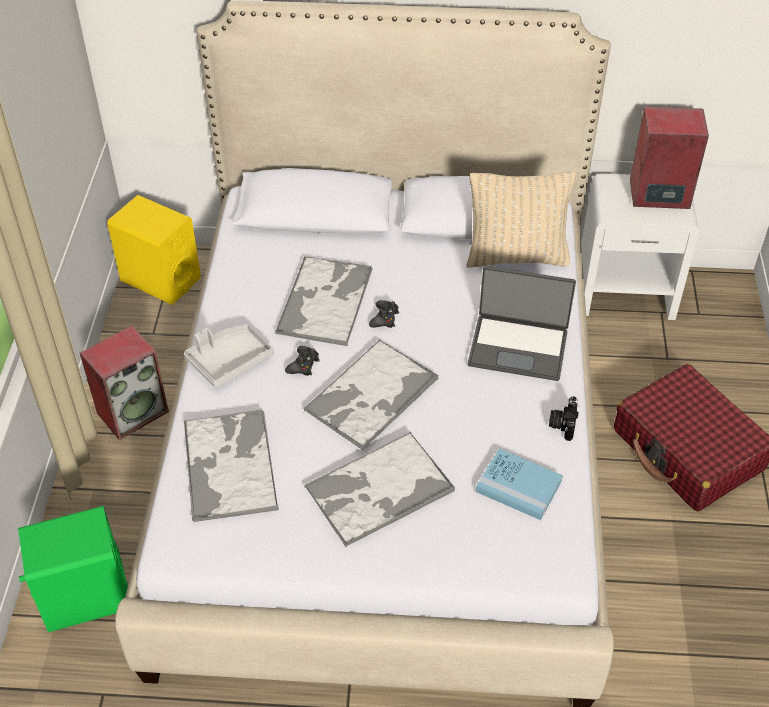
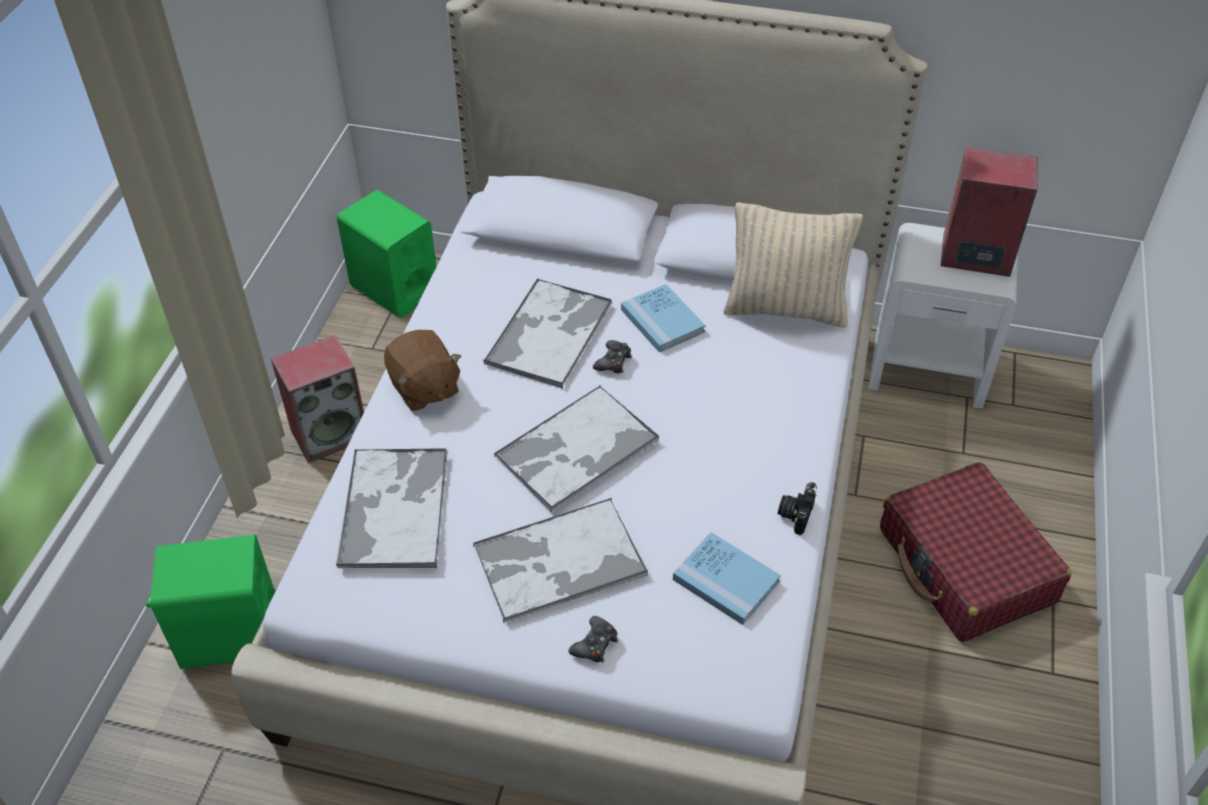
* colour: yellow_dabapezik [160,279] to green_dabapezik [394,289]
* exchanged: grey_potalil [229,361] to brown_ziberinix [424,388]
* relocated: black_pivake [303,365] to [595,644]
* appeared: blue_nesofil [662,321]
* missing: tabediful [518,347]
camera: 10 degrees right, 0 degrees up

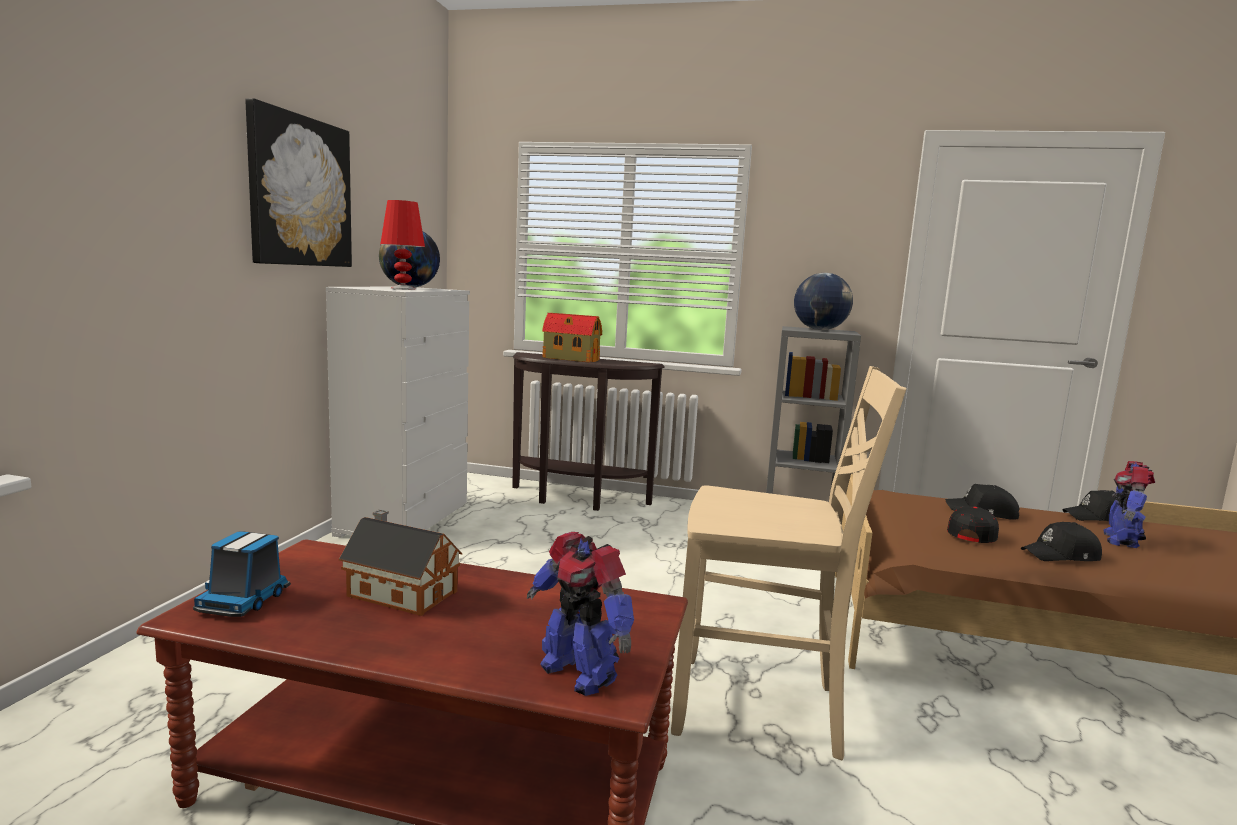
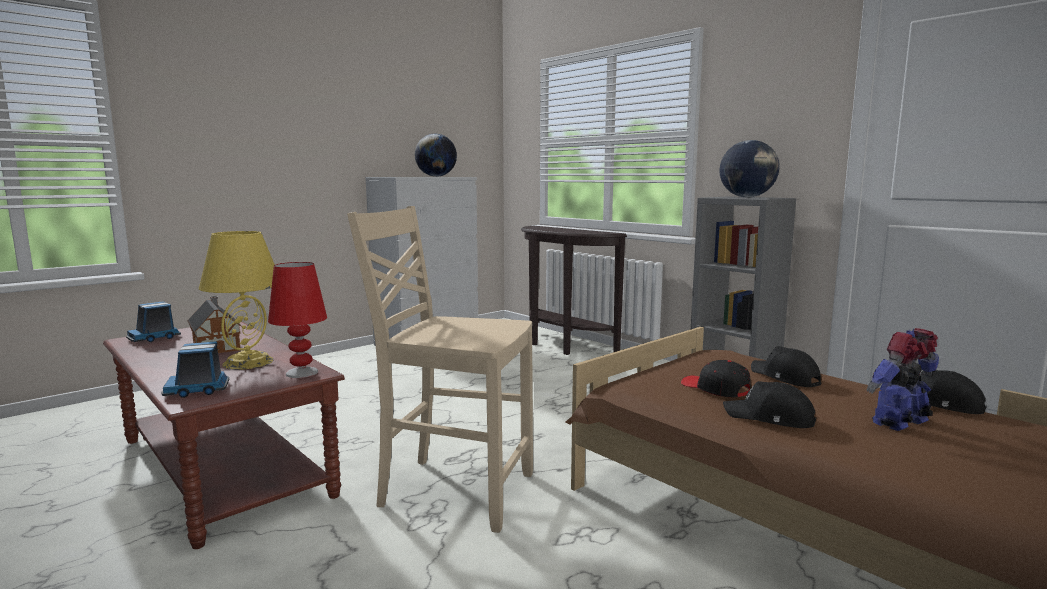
* exchanged: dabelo [578,672] to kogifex [198,390]
* appeared: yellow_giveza [248,362]
* relocated: red_giveza [402,289] to [301,373]
* spun: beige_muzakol [760,709] = [454,490] 150 degrees clockwise
* spun: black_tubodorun [972,534] = [715,389] 105 degrees counterclockwise
* missing: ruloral [300,192]
* missing: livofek [570,358]
camera: 35 degrees right, 0 degrees up

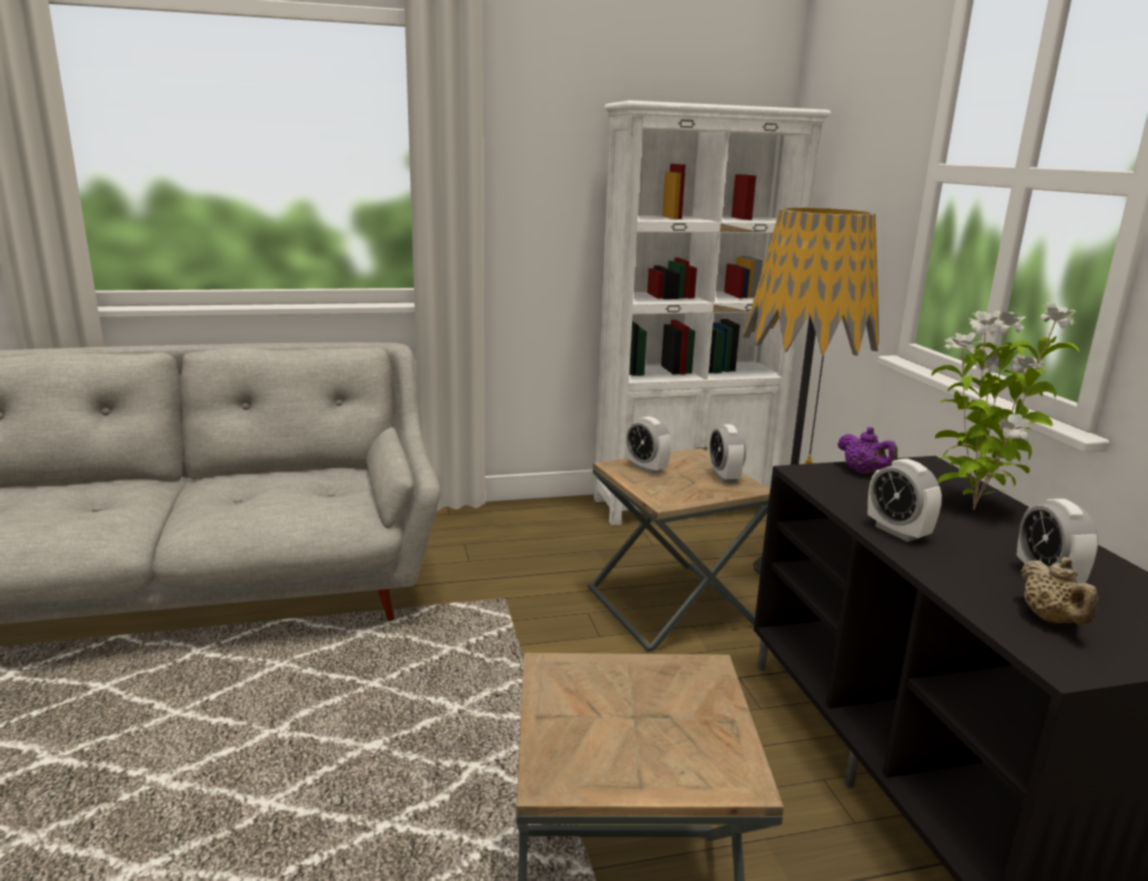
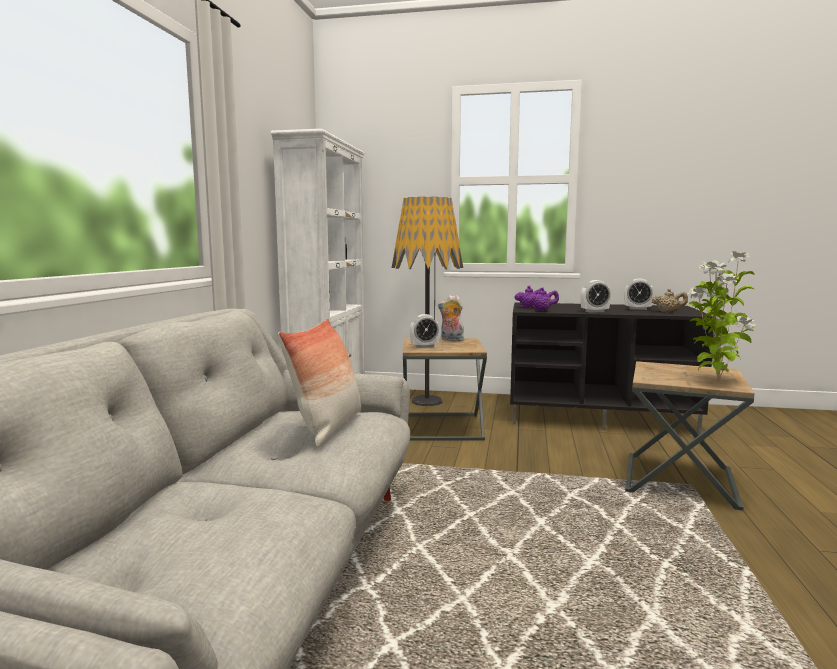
* appeared: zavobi [328,427]
* exchanged: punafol [724,477] to ziberinix [451,340]
* appeared: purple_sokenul [542,310]
* relocated: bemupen [973,508] to [715,381]
camera: 65 degrees left, 10 degrees down

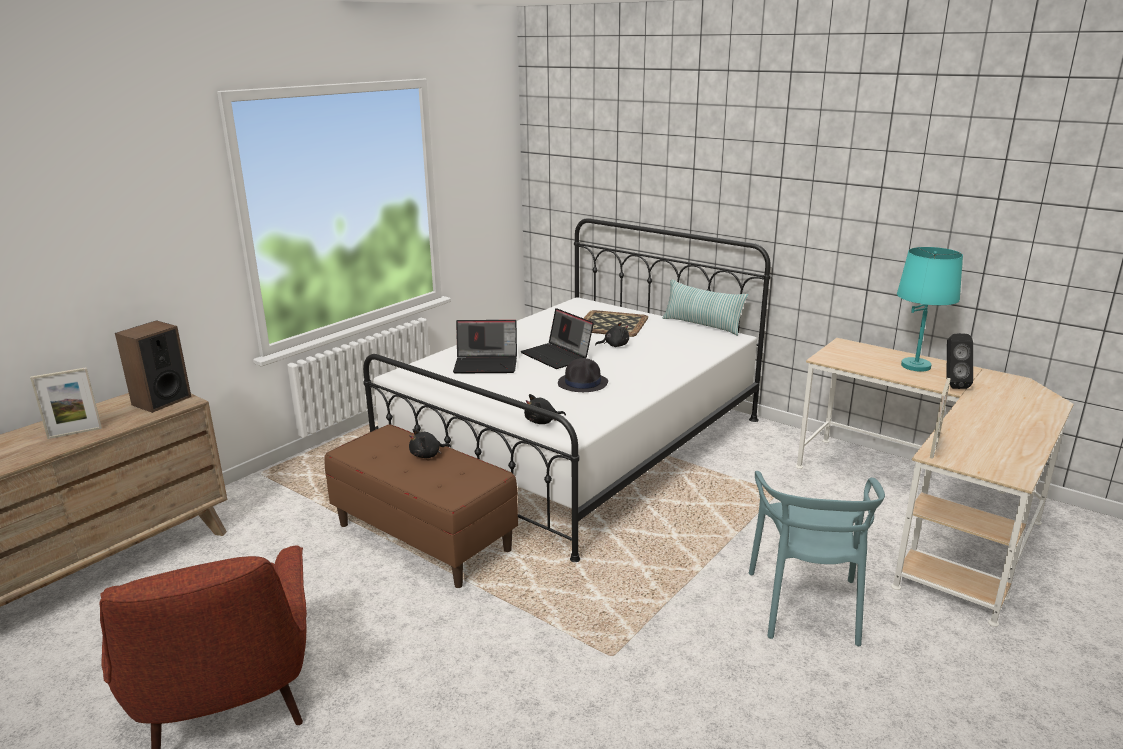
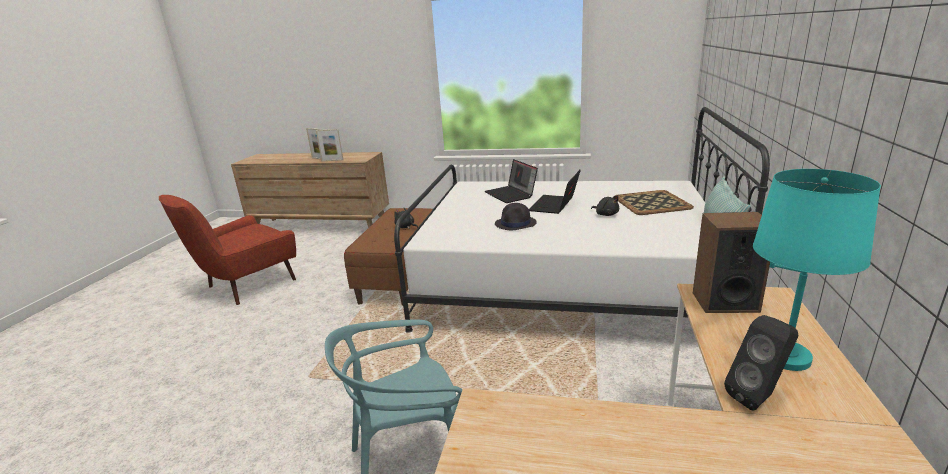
* relocated: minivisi [934,448] to [332,160]
* relocated: dabapezik [161,401] to [724,302]
* missing: black_ziberinix [542,421]
camera: 65 degrees right, 0 degrees up

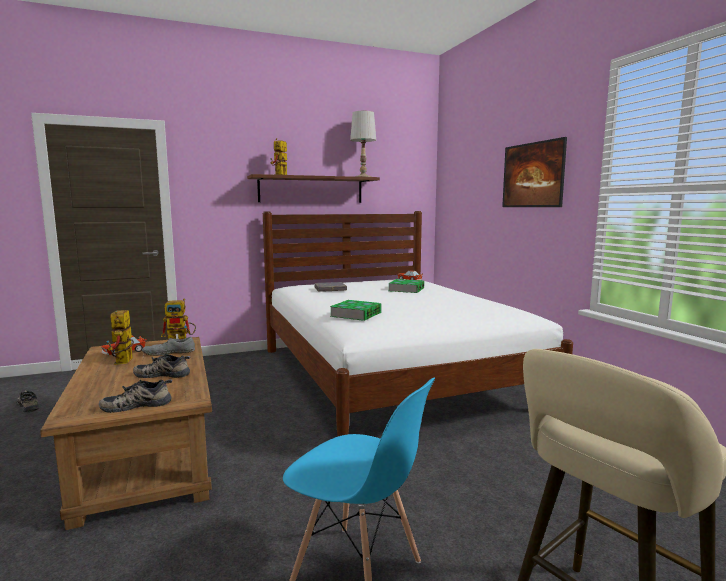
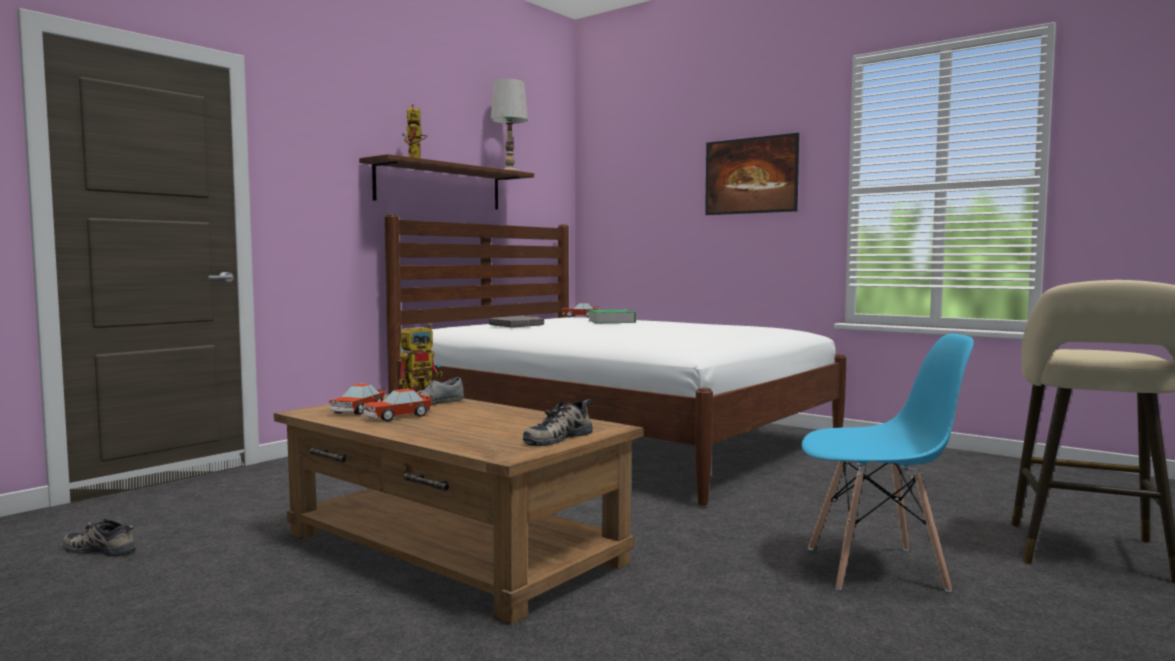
* exchanged: dabelo [124,362] to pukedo [397,417]
* missing: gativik [163,374]
* missing: nesofil [356,314]
camera: 30 degrees left, 5 degrees down

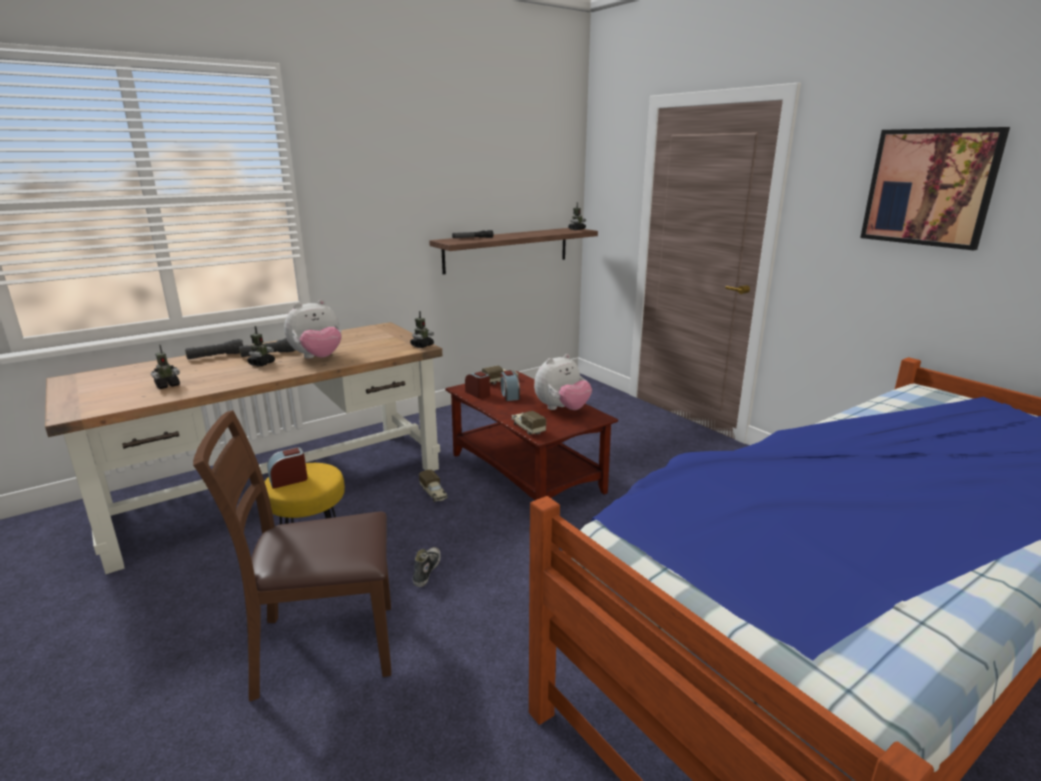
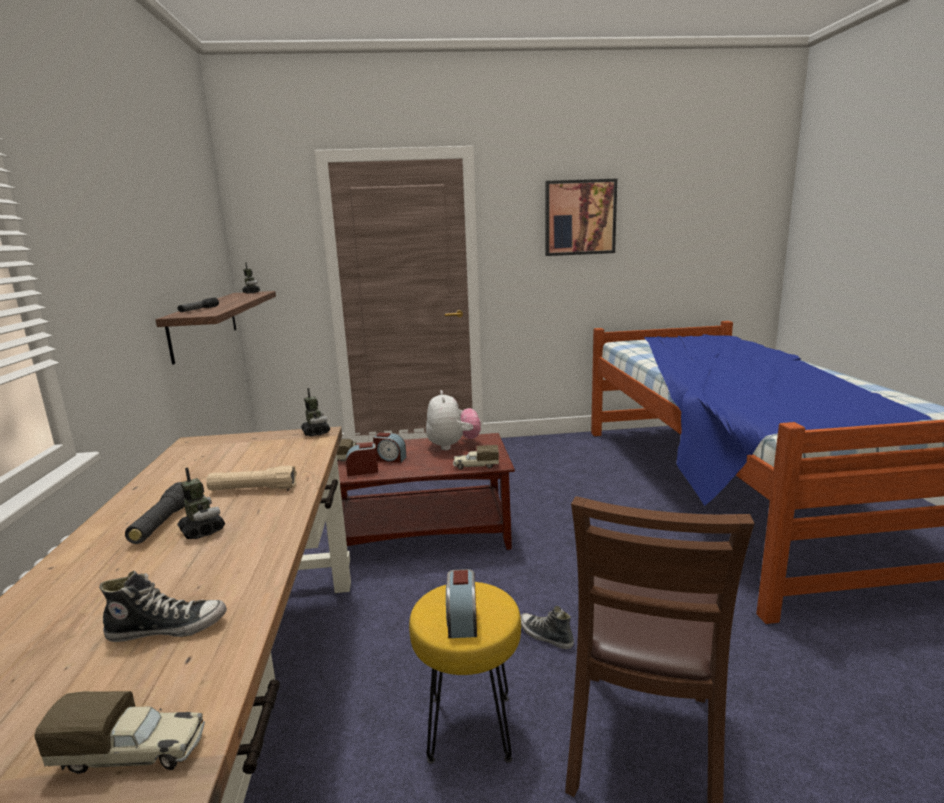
* relocated: kogifex [434,494] to [133,753]
* exchanged: dabelo [167,385] to gativik [168,628]
* exchanged: ziberinix [318,358] to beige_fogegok [253,489]
* missing: black_fogegok [216,356]
camera: 60 degrees left, 5 degrees down

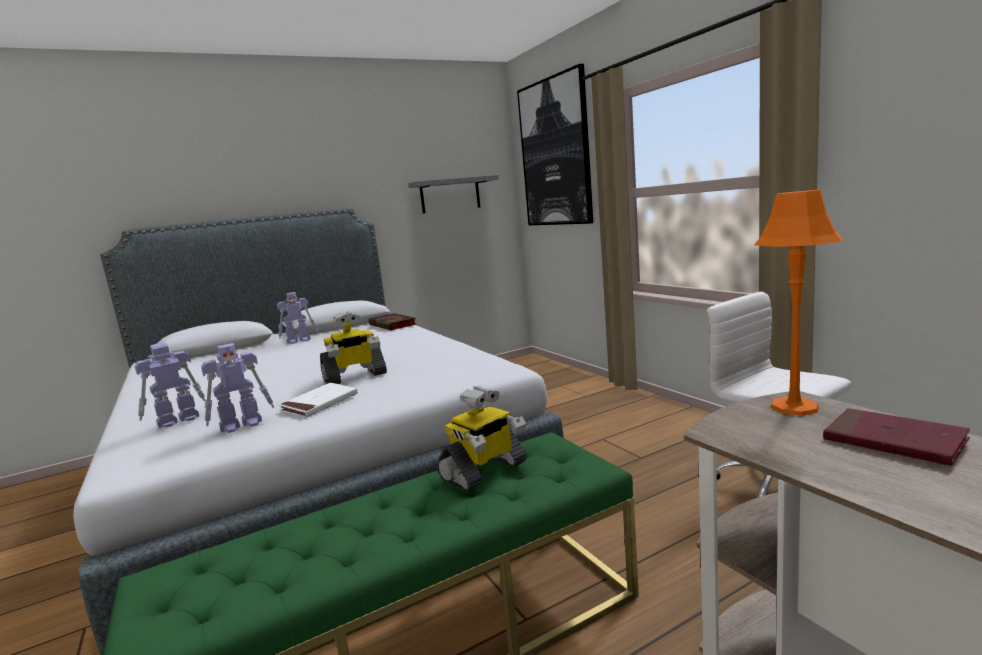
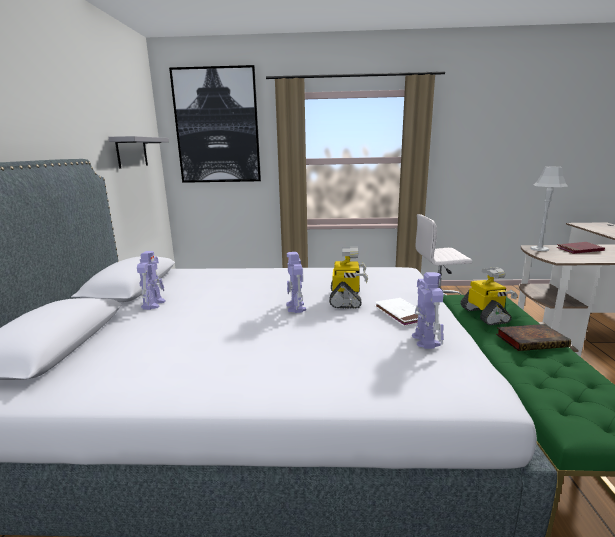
* relocated: dabelo [177,420] to [296,307]
* relocated: nesofil [393,325] to [532,340]
* colour: orange_giveza [793,407] to grey_giveza [539,249]
camera: 60 degrees left, 5 degrees up

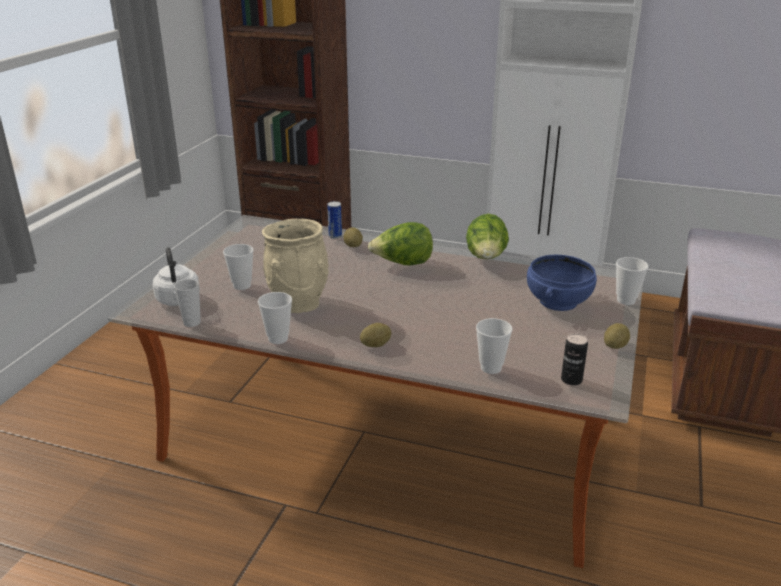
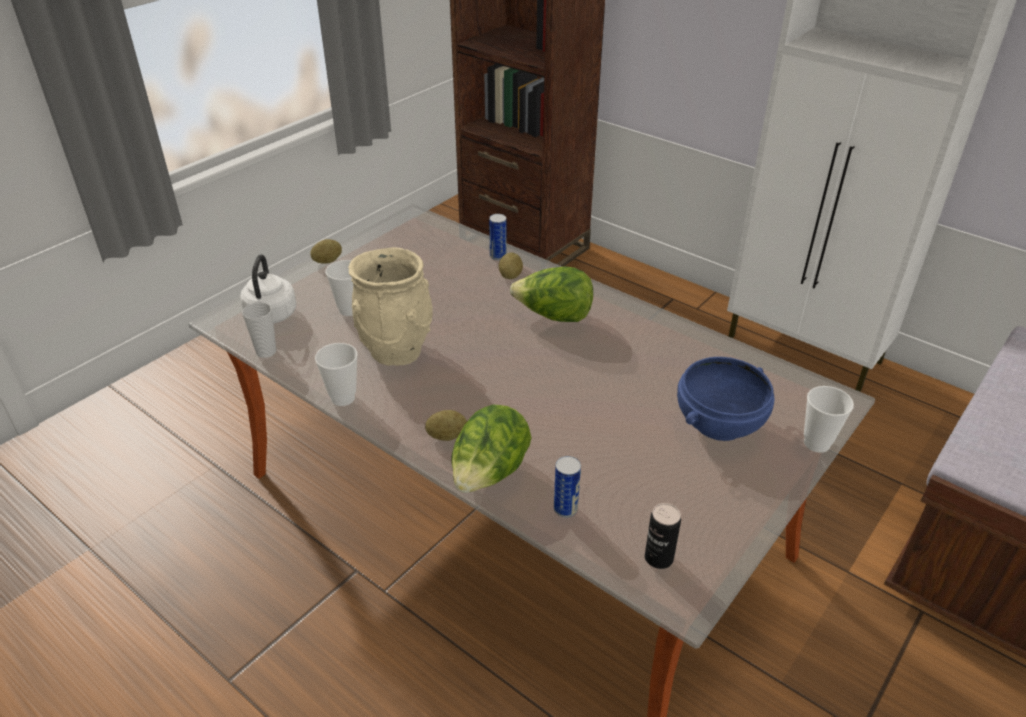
* relocated: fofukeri [615,346] to [327,261]
* relocated: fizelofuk [486,259] to [489,474]
* exchanged: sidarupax [491,368] to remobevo [565,509]
camera: 20 degrees right, 10 degrees up

